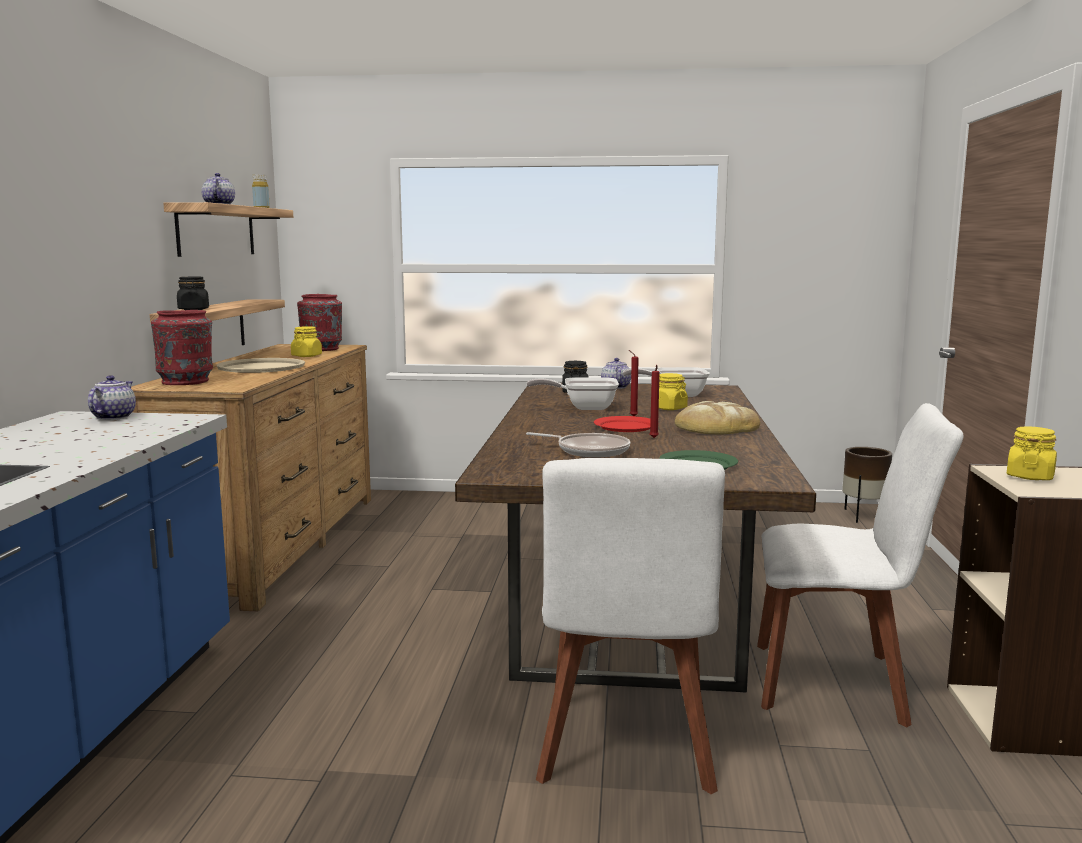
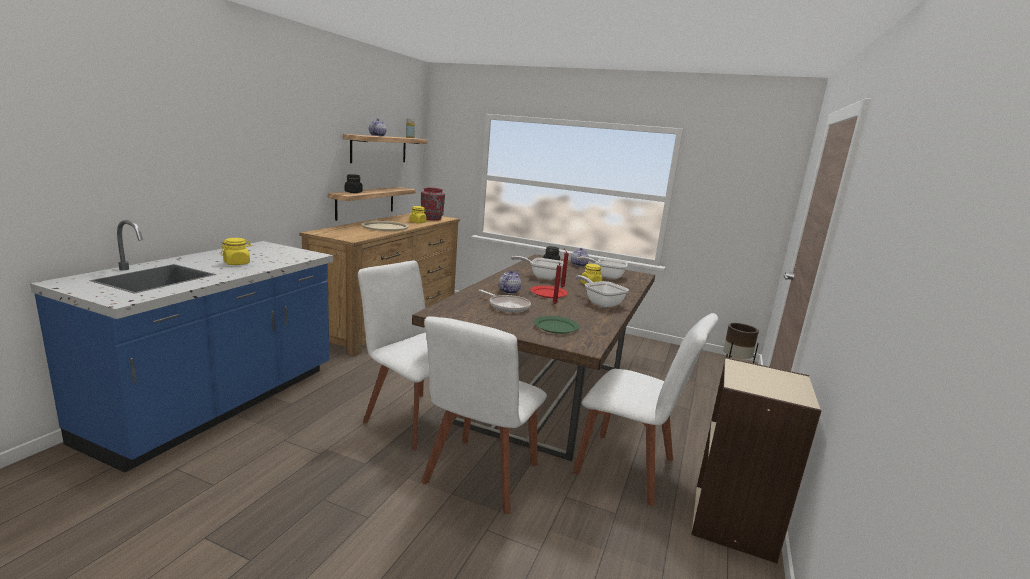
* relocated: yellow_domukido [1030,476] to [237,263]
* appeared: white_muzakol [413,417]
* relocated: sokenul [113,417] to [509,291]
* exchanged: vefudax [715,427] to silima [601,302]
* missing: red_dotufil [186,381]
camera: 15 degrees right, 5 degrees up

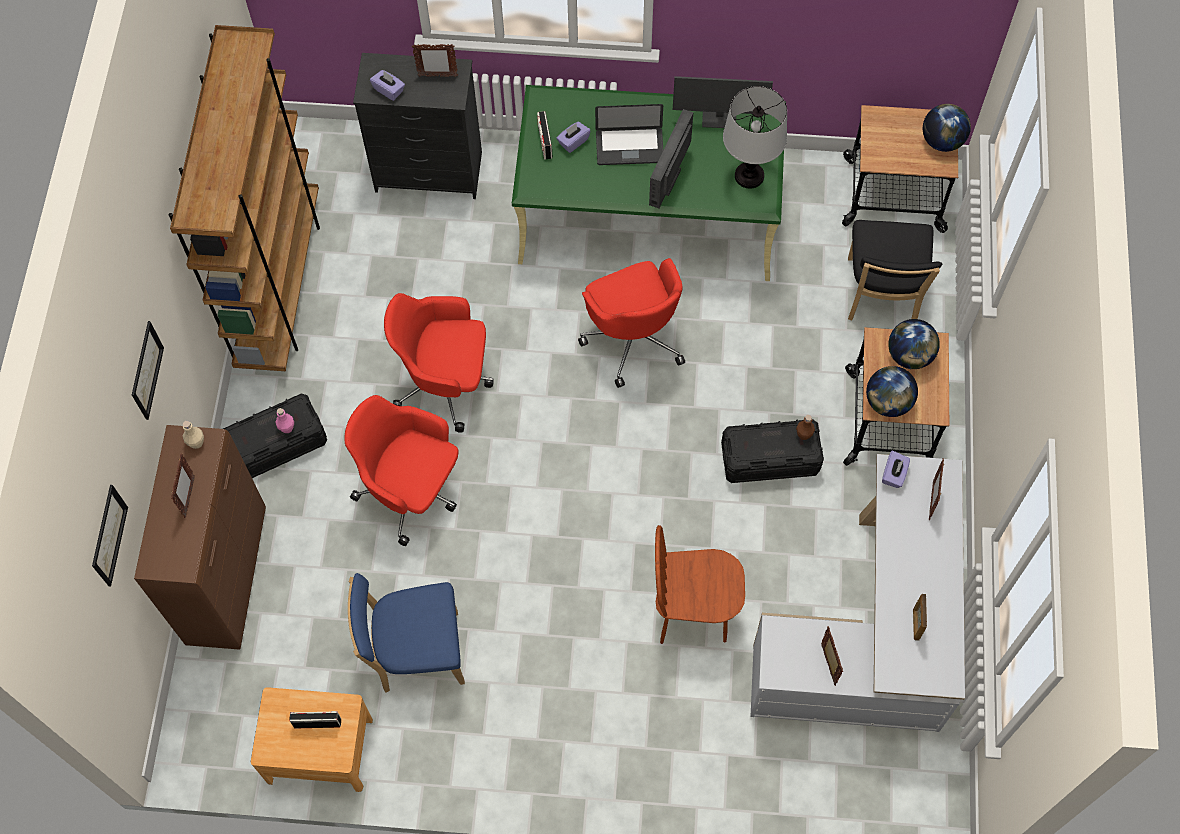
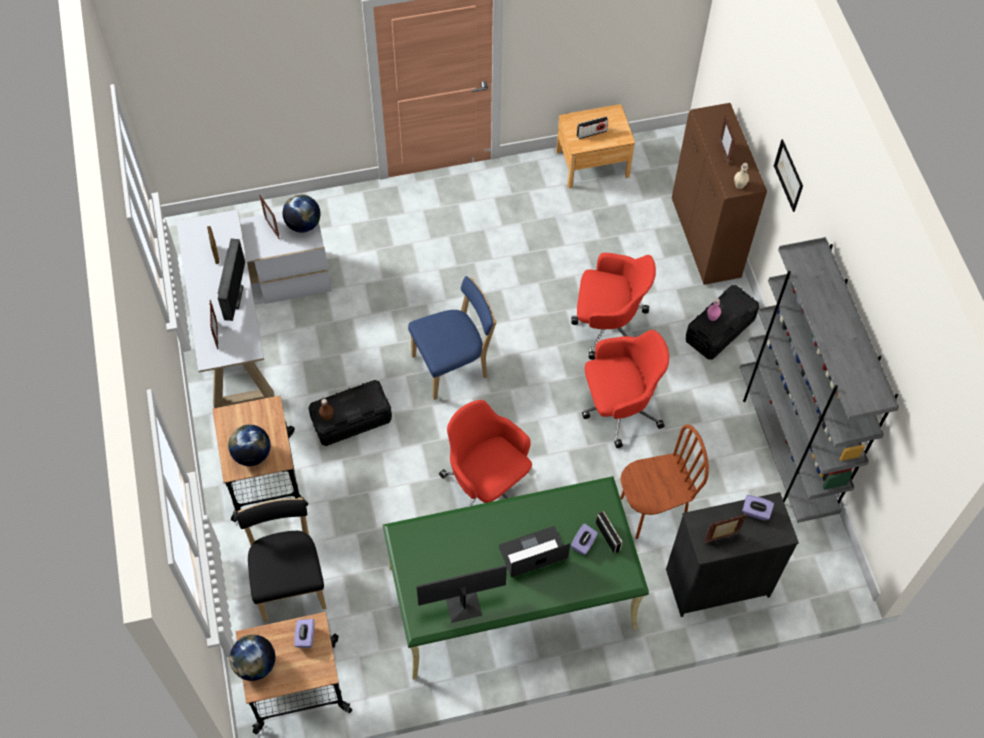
* relocated: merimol [671,182] to [235,297]
* relocated: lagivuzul [888,402] to [303,224]
* relocated: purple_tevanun [894,474] to [305,637]
* relocated: blue_muzakol [415,652] to [453,366]
* relocated: brown_muzakol [692,613] to [652,511]
* colour: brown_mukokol [280,285] to grey_mukokol [785,447]
* missing: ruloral [109,535]
* missing: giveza [749,176]
camera: 160 degrees right, 5 degrees down

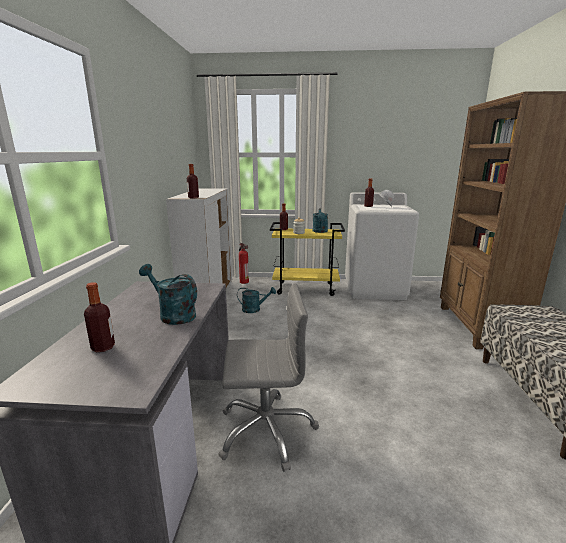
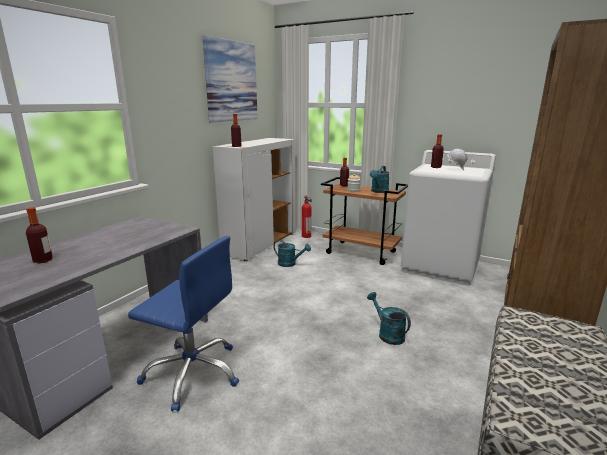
* colour: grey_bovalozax [266,430] to blue_bovalozax [193,372]
* appeared: ruloral [231,81]
* colour: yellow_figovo [306,288] to brown_figovo [361,252]
* relocated: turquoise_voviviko [173,315] to [387,334]
camera: 25 degrees right, 0 degrees up

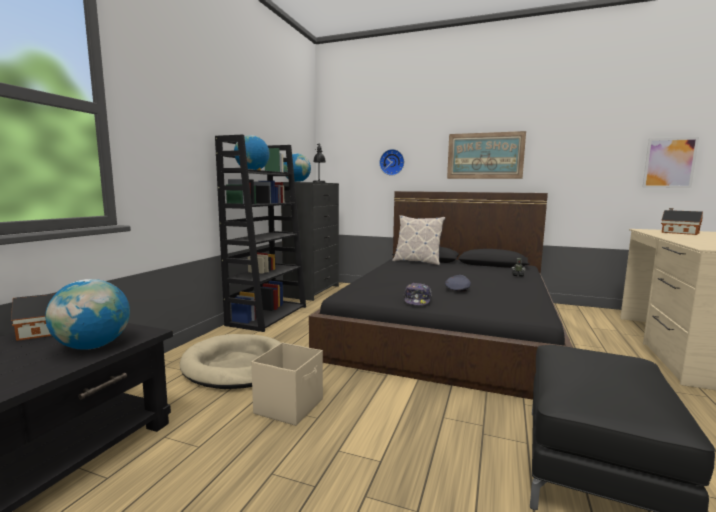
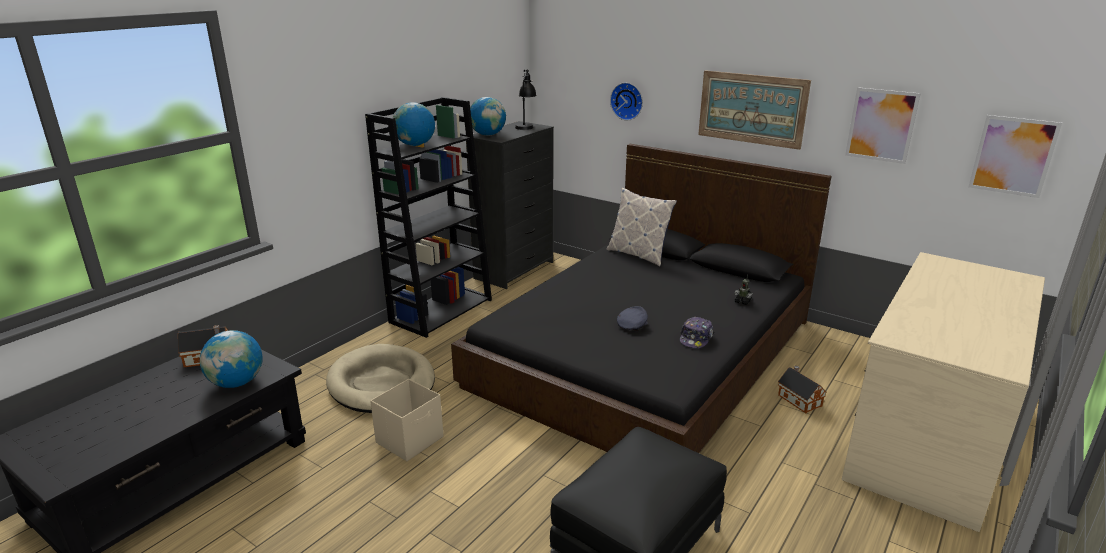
* relocated: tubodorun [417,300] to [696,338]
* relocated: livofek [678,232] to [798,399]
* appeared: ruloral [881,125]
camera: 15 degrees right, 15 degrees up

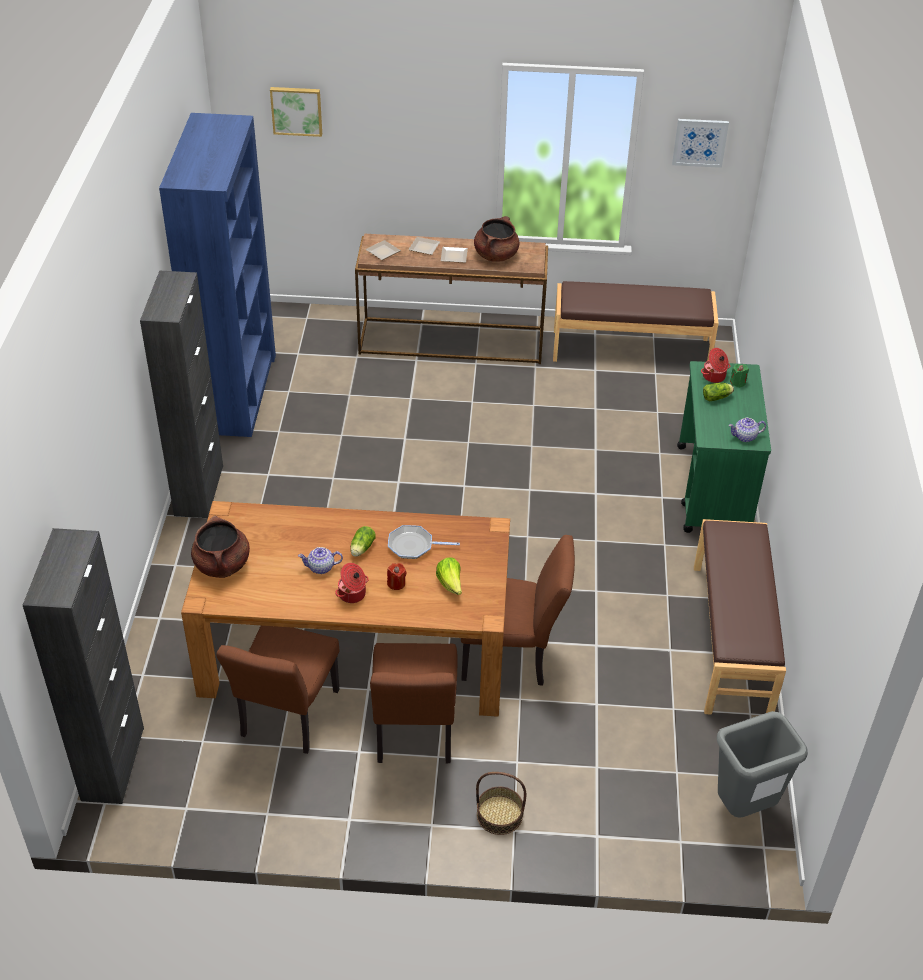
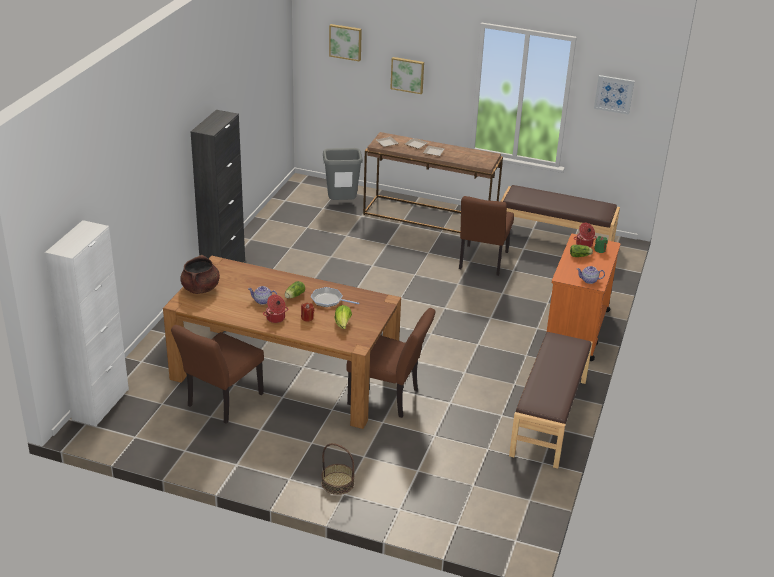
* colour: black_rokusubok [113,764] to white_rokusubok [100,404]
* relocated: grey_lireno [743,808] to [341,204]
* appeared: ruloral [407,74]
* relocated: brown_muzakol [414,736] to [482,262]
* colour: green_figovo [713,490] to orange_figovo [576,330]
* missing: blue_mukokol [237,393]
* missing: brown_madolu [496,255]
camera: 15 degrees right, 10 degrees down

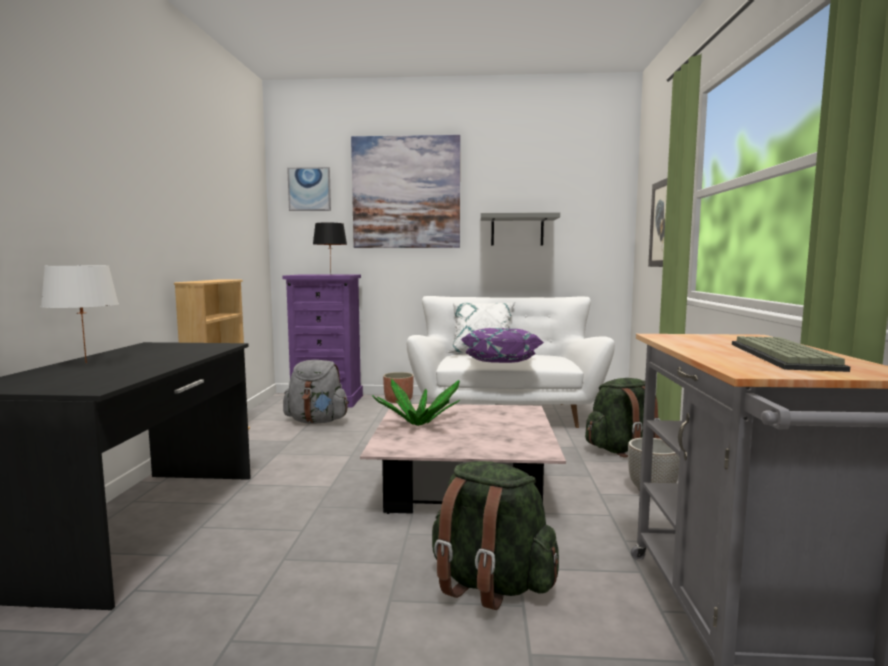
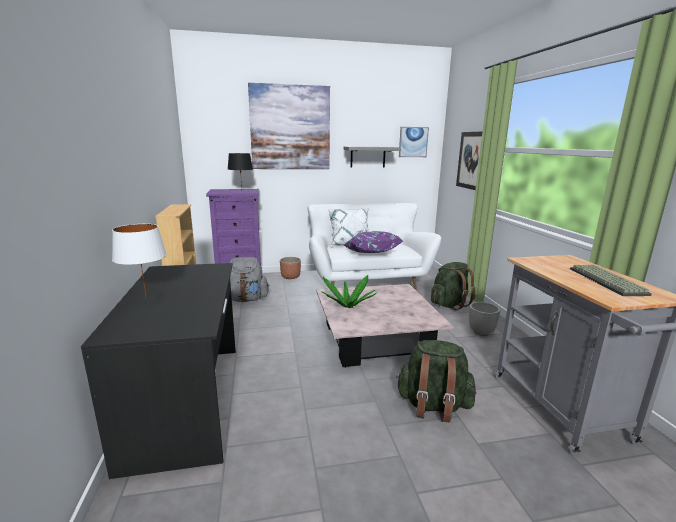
* relocated: ruloral [309,189] to [413,142]
camera: 15 degrees left, 10 degrees up

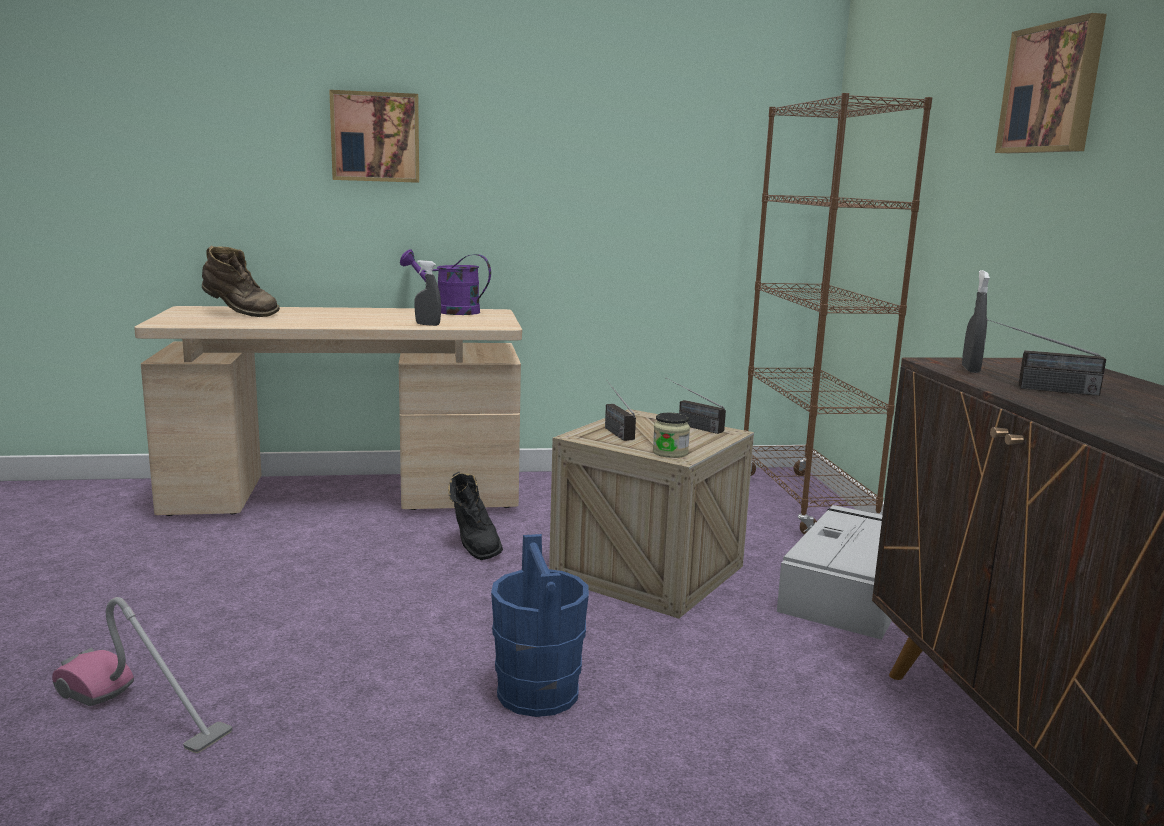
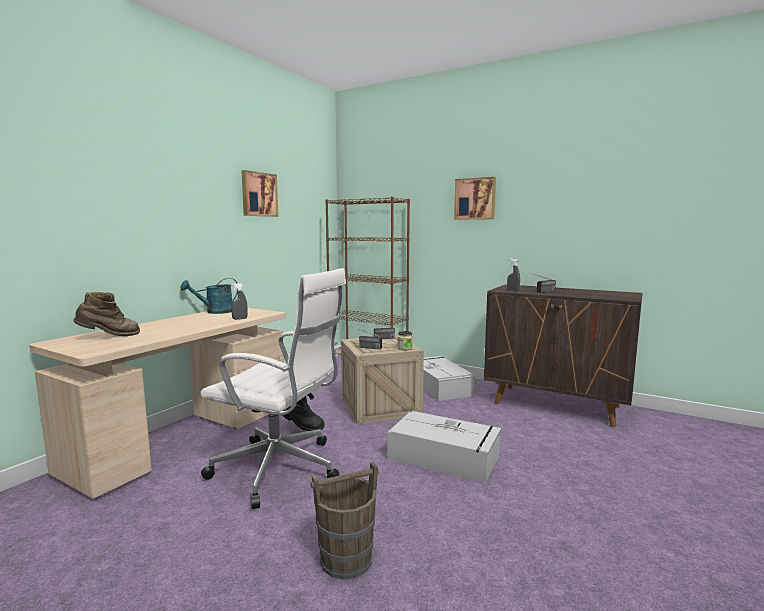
* colour: purple_voviviko [449,311] to turquoise_voviviko [215,312]
* appeared: white_bovalozax [280,470]
* relocated: ruloral [375,137] to [258,194]
* exchanged: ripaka [141,711] to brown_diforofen [347,559]
* exchanged: blue_diforofen [537,694] to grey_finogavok [445,457]
camera: 50 degrees left, 5 degrees down

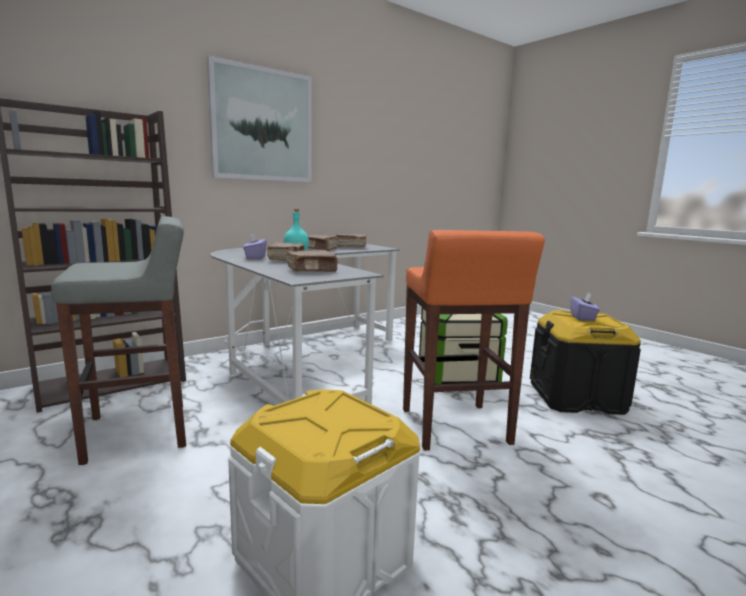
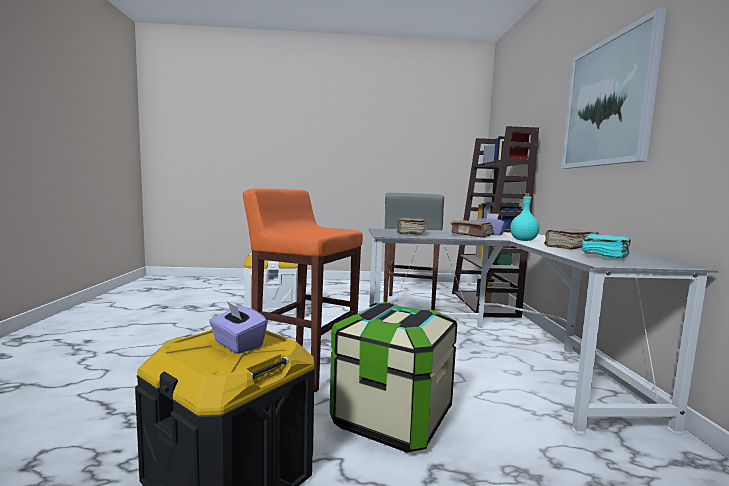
* colour: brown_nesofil [350,247] to turquoise_nesofil [606,256]
camera: 125 degrees right, 5 degrees down

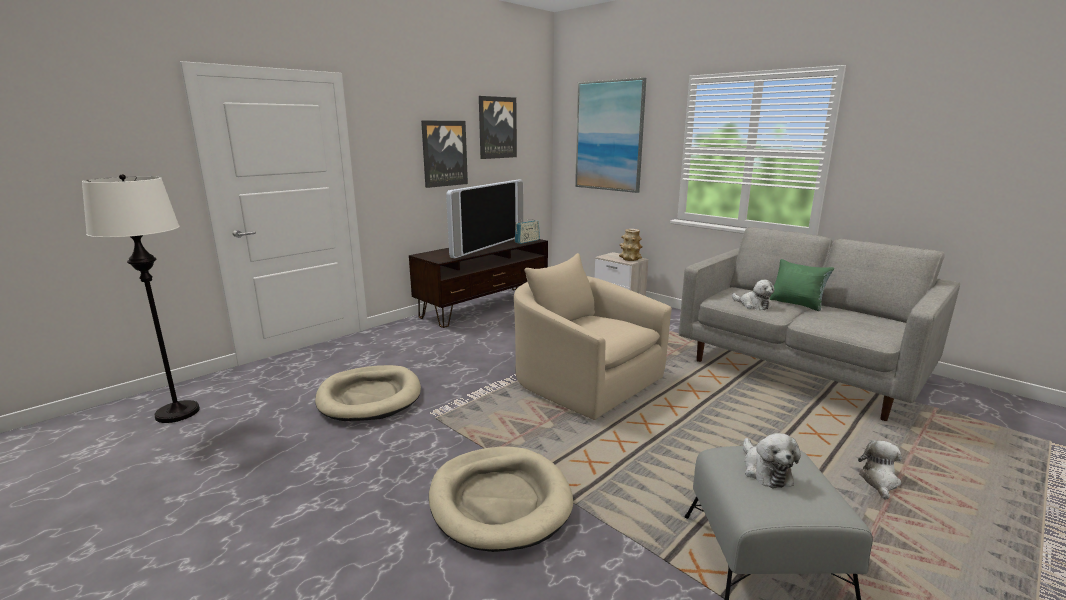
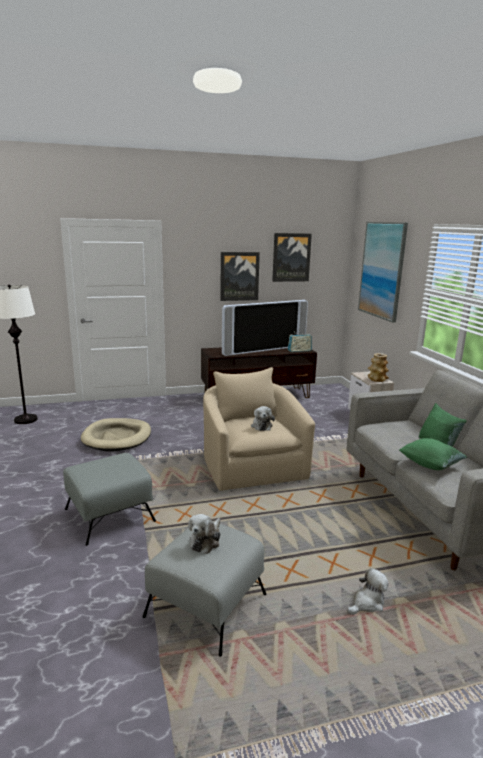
* exchanged: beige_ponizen [499,501] to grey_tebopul [110,515]
* relocated: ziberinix [753,305] to [261,425]
* appeared: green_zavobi [430,465]
camera: 30 degrees right, 0 degrees up

